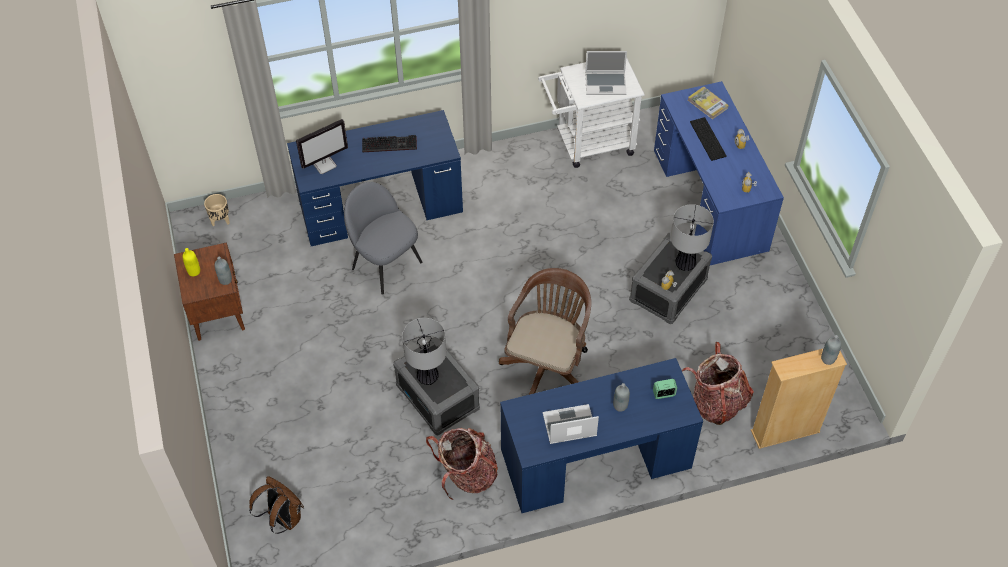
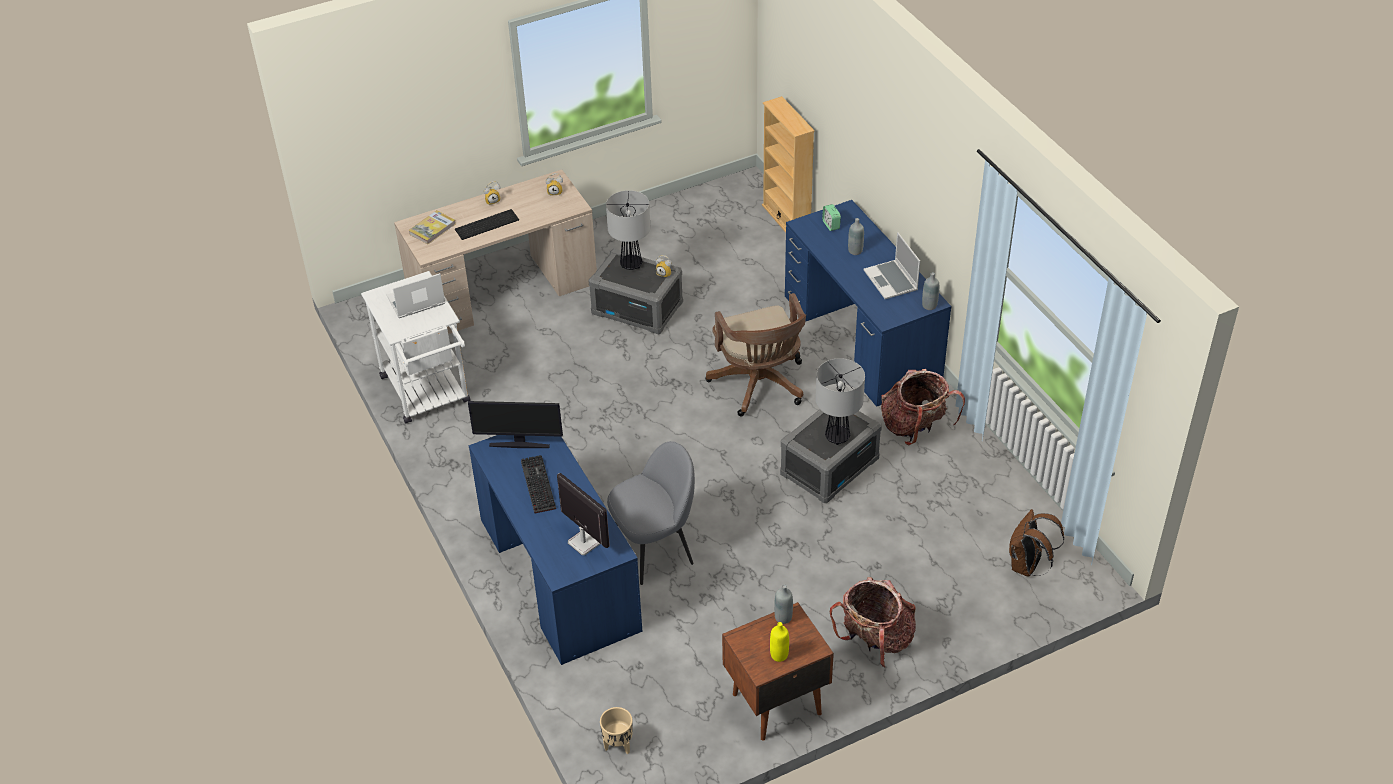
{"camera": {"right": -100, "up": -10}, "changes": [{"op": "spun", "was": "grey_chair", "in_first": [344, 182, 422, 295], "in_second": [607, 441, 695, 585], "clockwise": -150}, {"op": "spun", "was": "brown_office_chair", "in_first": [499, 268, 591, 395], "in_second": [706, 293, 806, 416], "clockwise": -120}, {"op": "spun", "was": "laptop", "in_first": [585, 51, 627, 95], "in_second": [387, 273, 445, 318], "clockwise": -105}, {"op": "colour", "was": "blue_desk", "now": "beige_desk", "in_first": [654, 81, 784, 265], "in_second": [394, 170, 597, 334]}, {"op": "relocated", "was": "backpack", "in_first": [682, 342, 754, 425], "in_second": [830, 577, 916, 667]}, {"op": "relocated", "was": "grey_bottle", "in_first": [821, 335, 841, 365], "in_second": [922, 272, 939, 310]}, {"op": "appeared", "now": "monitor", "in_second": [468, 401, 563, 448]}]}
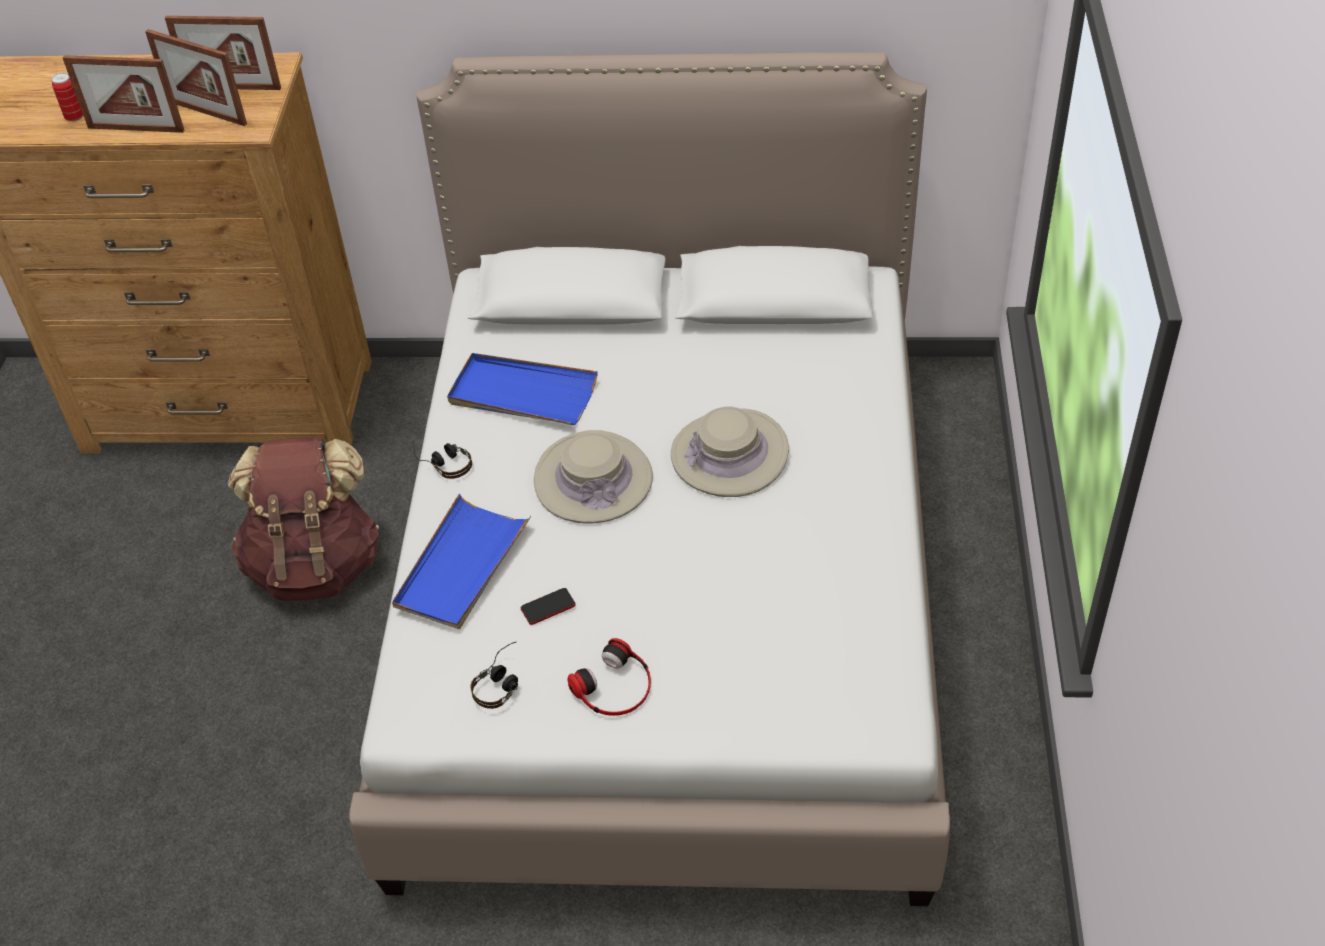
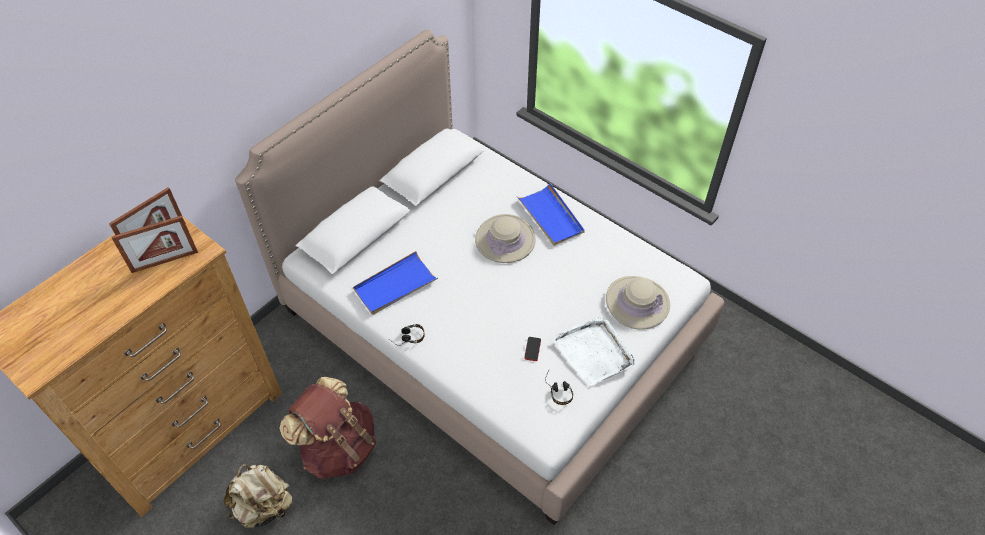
{"camera": {"right": -55, "up": 5}, "changes": [{"op": "missing", "was": "can", "in_first": [52, 73, 83, 122]}, {"op": "missing", "was": "picture_frame", "in_first": [63, 55, 184, 133]}, {"op": "relocated", "was": "blue_tray", "in_first": [392, 494, 531, 629], "in_second": [517, 183, 585, 246]}, {"op": "relocated", "was": "beige_hat", "in_first": [534, 430, 653, 523], "in_second": [606, 276, 670, 330]}, {"op": "exchanged", "was": "headphones", "now": "white_tray", "in_first": [567, 638, 651, 716], "in_second": [553, 317, 634, 386]}, {"op": "appeared", "now": "beige_backpack", "in_second": [224, 464, 293, 528]}]}
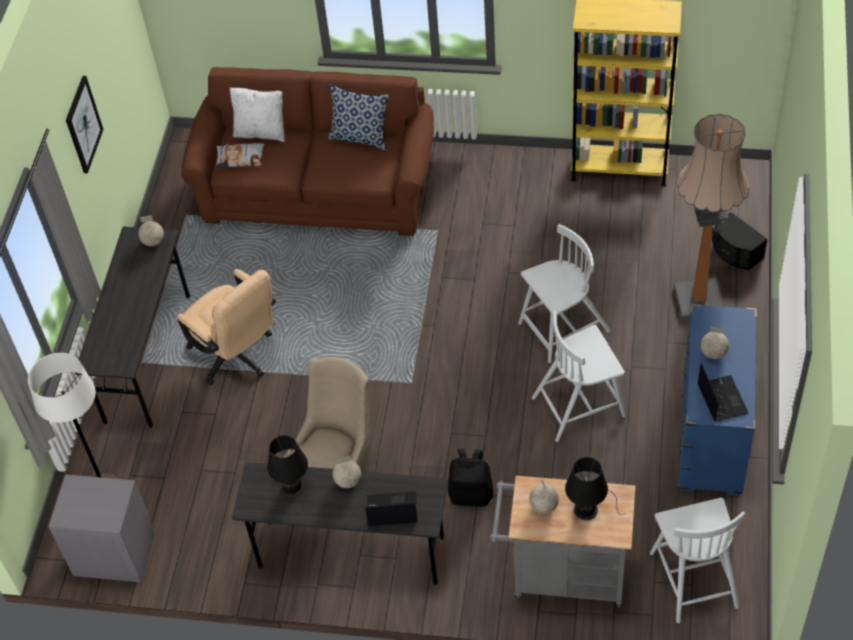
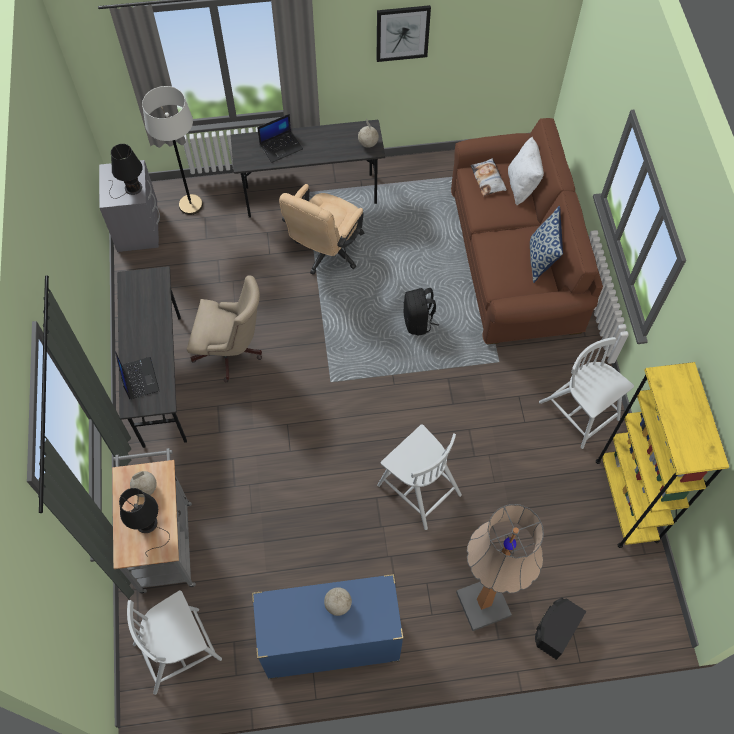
{"camera": {"right": 70, "up": 10}, "changes": [{"op": "relocated", "was": "black_table_lamp", "in_first": [267, 435, 308, 516], "in_second": [109, 144, 143, 199]}, {"op": "missing", "was": "globe", "in_first": [332, 456, 361, 488]}, {"op": "relocated", "was": "black_backpack", "in_first": [448, 449, 493, 507], "in_second": [403, 288, 439, 336]}, {"op": "relocated", "was": "white_chair", "in_first": [532, 311, 626, 442], "in_second": [539, 337, 634, 449]}, {"op": "relocated", "was": "laptop", "in_first": [697, 363, 749, 422], "in_second": [257, 114, 303, 163]}]}
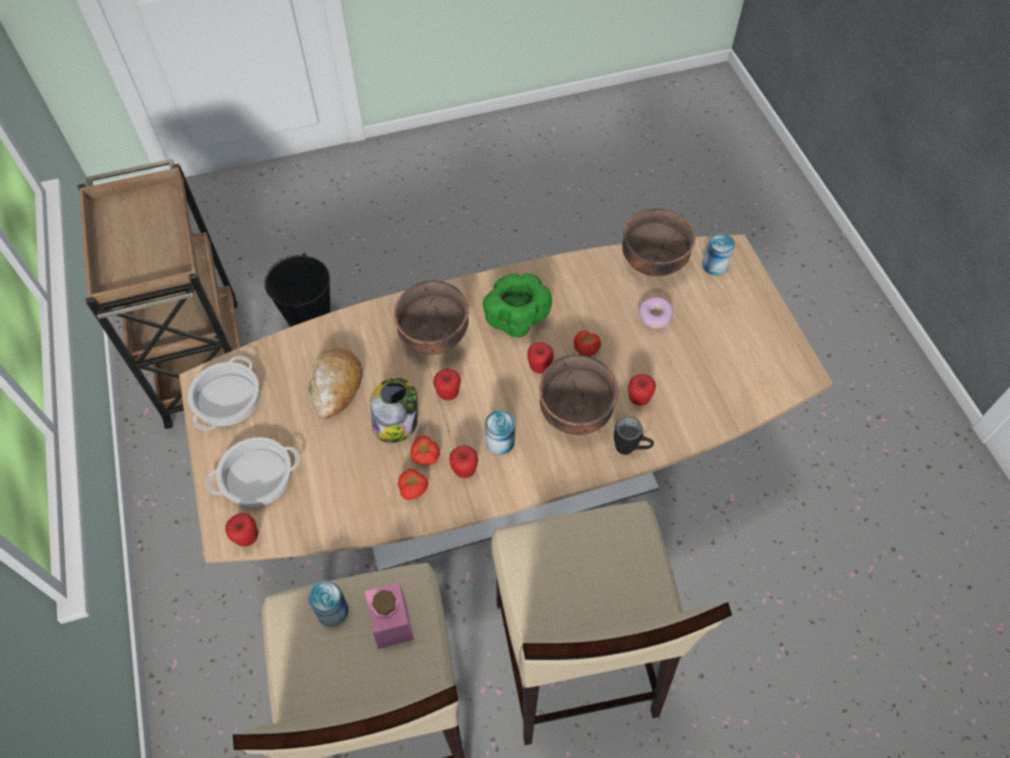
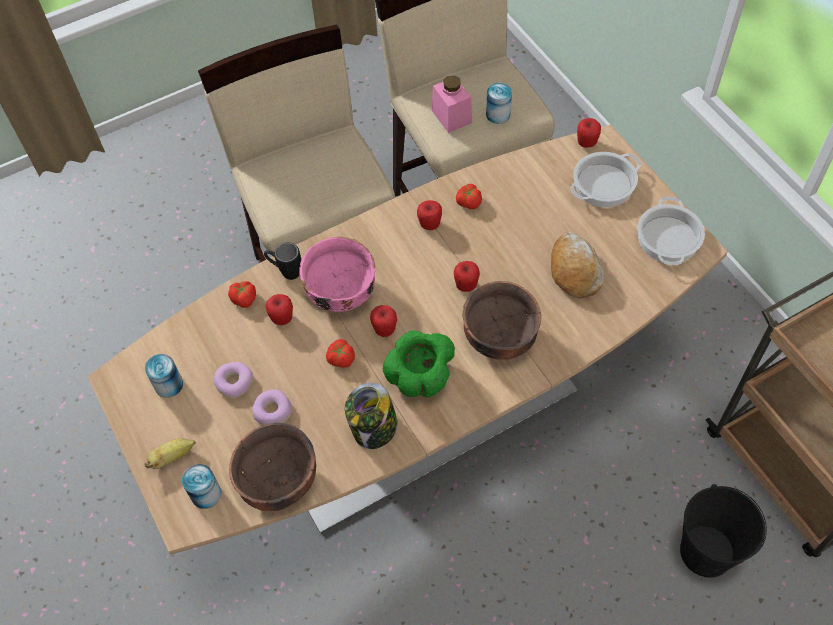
{"camera": {"right": 170, "up": 0}, "changes": [{"op": "relocated", "was": "jar", "in_first": [370, 378, 417, 443], "in_second": [345, 383, 398, 449]}, {"op": "relocated", "was": "tomato", "in_first": [410, 436, 440, 465], "in_second": [228, 281, 256, 308]}, {"op": "relocated", "was": "can", "in_first": [485, 410, 515, 455], "in_second": [145, 354, 183, 398]}, {"op": "colour", "was": "brown_bowl", "now": "pink_bowl", "in_first": [539, 355, 619, 435], "in_second": [299, 237, 375, 312]}, {"op": "appeared", "now": "banana", "in_second": [145, 438, 196, 469]}, {"op": "appeared", "now": "donut", "in_second": [214, 362, 253, 398]}]}
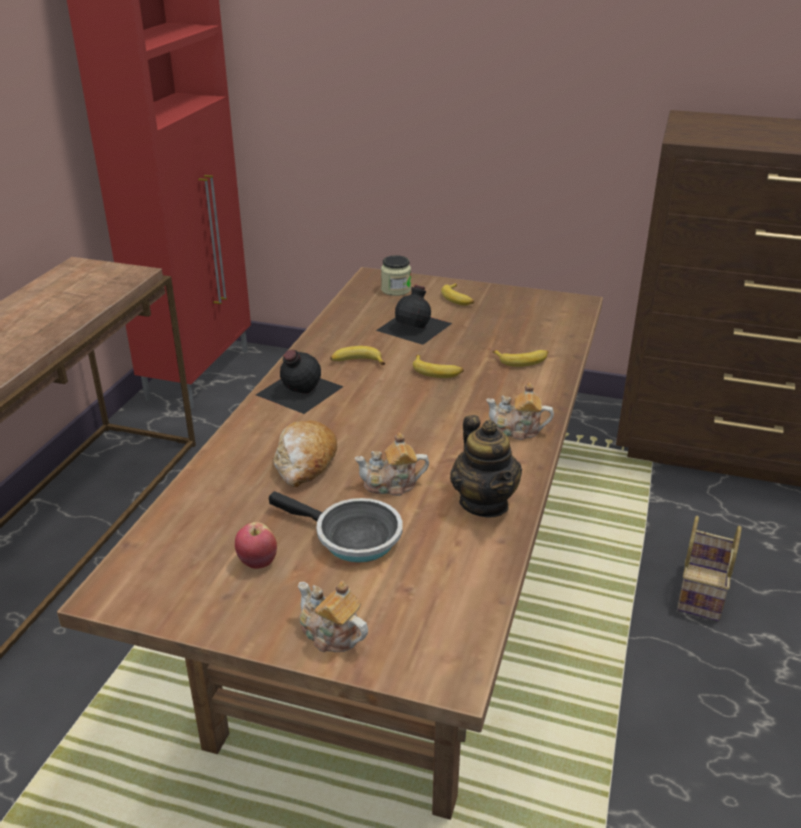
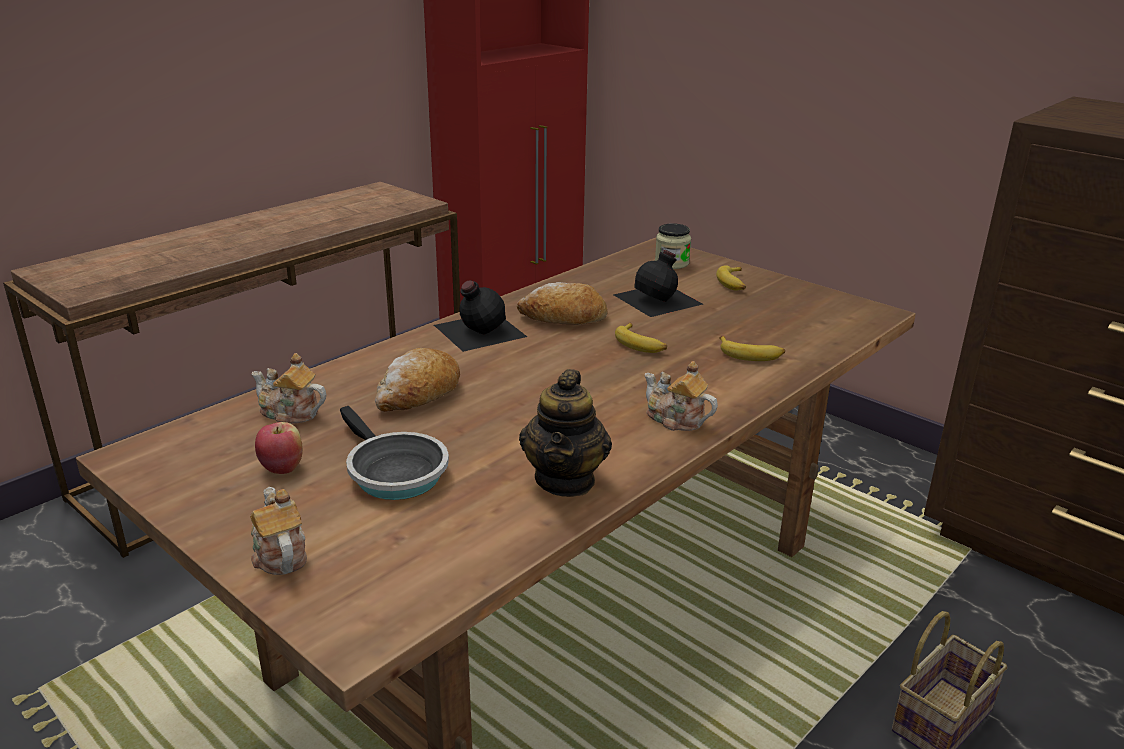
{"camera": {"right": 25, "up": -5}, "changes": [{"op": "exchanged", "was": "banana", "now": "bread", "in_first": [330, 346, 385, 365], "in_second": [517, 282, 607, 325]}, {"op": "relocated", "was": "teapot", "in_first": [354, 432, 429, 496], "in_second": [251, 353, 326, 424]}]}
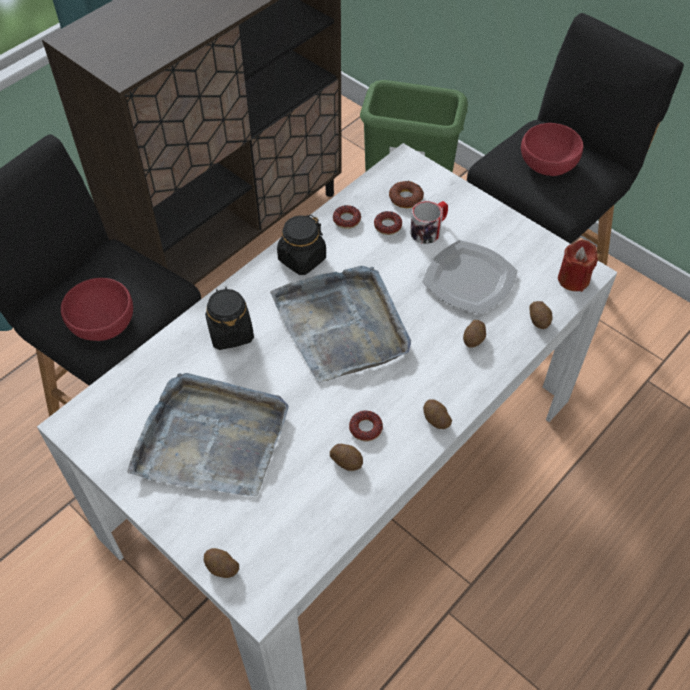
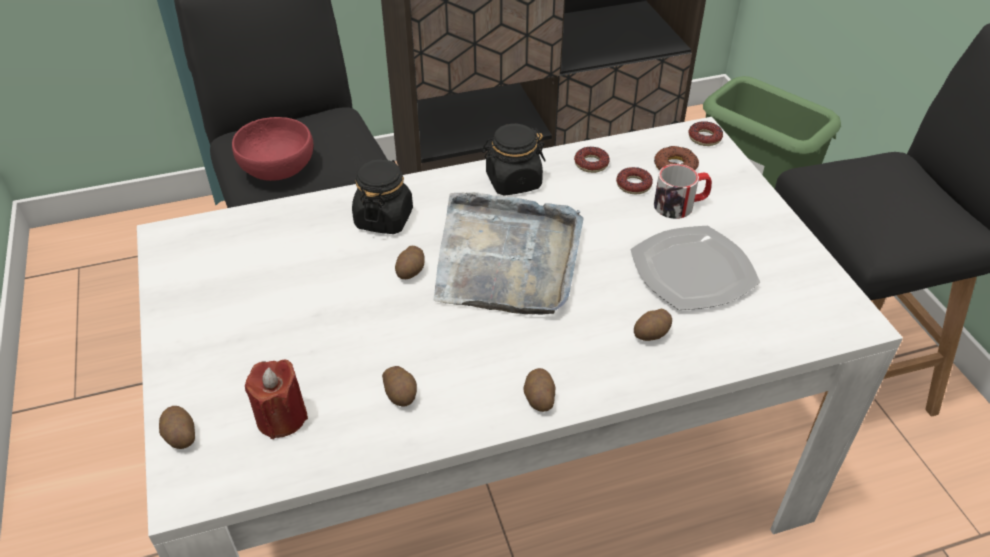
{"camera": {"right": 30, "up": -10}, "changes": [{"op": "missing", "was": "grey_tray", "in_first": [127, 373, 289, 496]}, {"op": "relocated", "was": "donut", "in_first": [349, 410, 383, 441], "in_second": [688, 121, 723, 146]}, {"op": "missing", "was": "red_bowl", "in_first": [521, 123, 583, 176]}, {"op": "relocated", "was": "potato", "in_first": [530, 301, 552, 329], "in_second": [395, 246, 425, 279]}, {"op": "relocated", "was": "red_candle", "in_first": [558, 240, 598, 292], "in_second": [245, 359, 308, 439]}]}
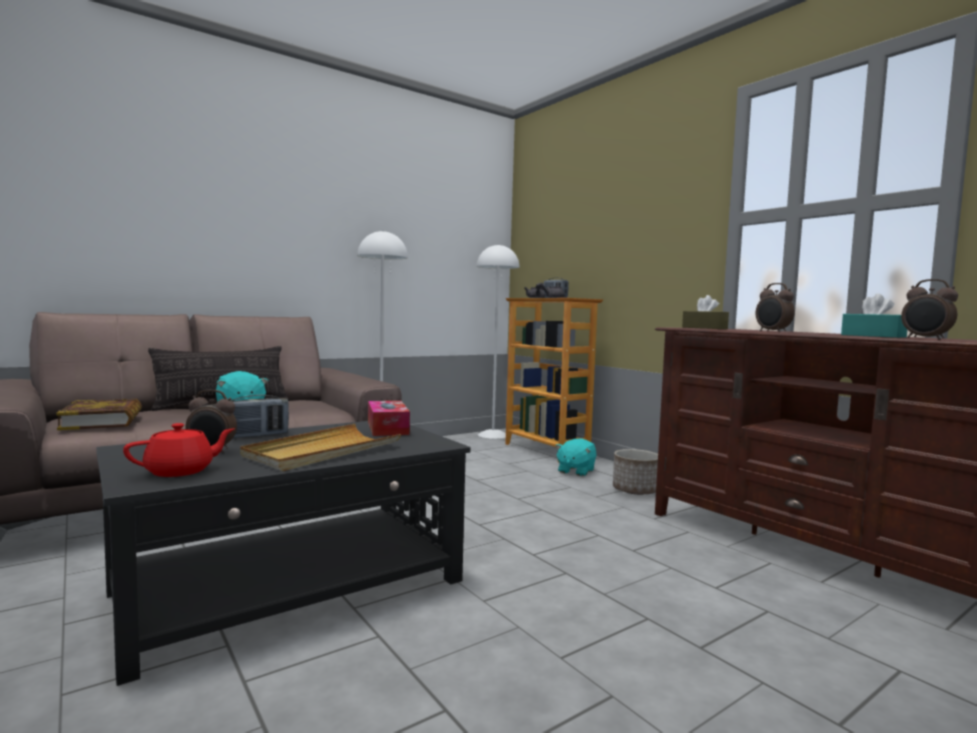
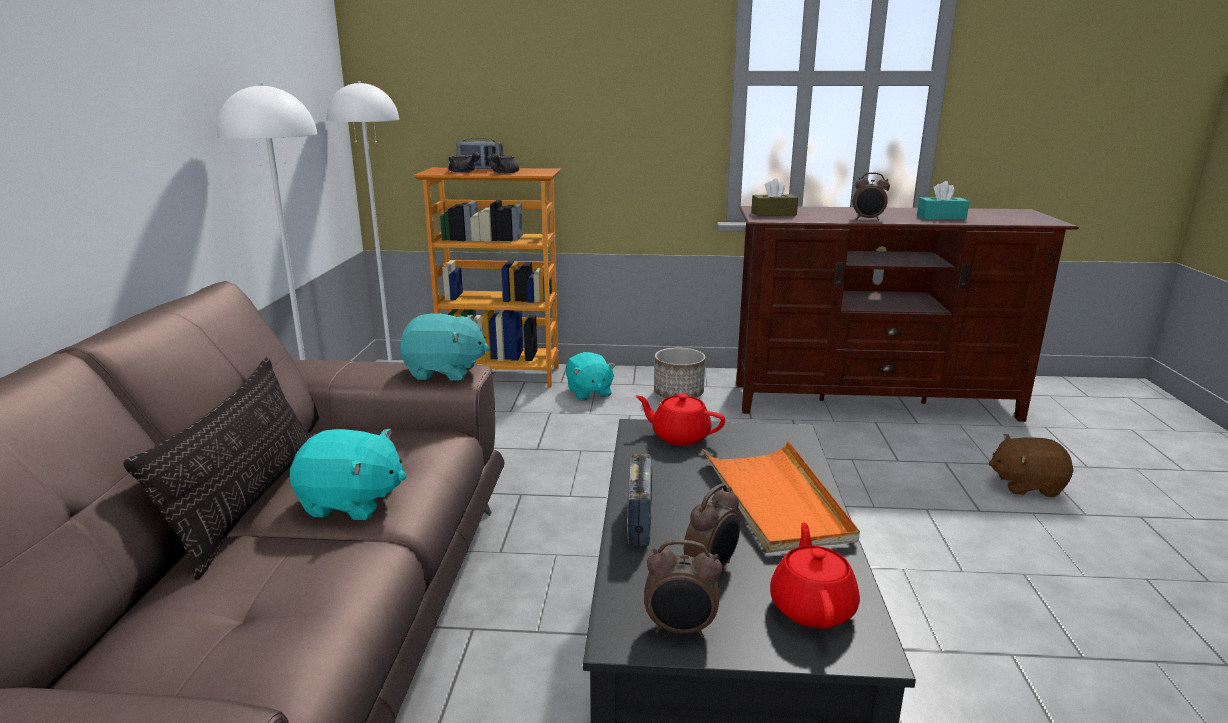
{"camera": {"right": -50, "up": 15}, "changes": [{"op": "missing", "was": "book", "in_first": [56, 399, 142, 430]}, {"op": "colour", "was": "beige_tray", "now": "orange_tray", "in_first": [240, 424, 401, 471], "in_second": [703, 441, 860, 553]}, {"op": "exchanged", "was": "tissue_box", "now": "red_teapot", "in_first": [368, 401, 410, 436], "in_second": [635, 393, 725, 446]}, {"op": "relocated", "was": "alarm_clock", "in_first": [901, 279, 958, 340], "in_second": [644, 540, 722, 638]}, {"op": "appeared", "now": "turquoise_plush_toy", "in_second": [400, 313, 490, 380]}, {"op": "appeared", "now": "brown_plush_toy", "in_second": [989, 434, 1073, 497]}]}
